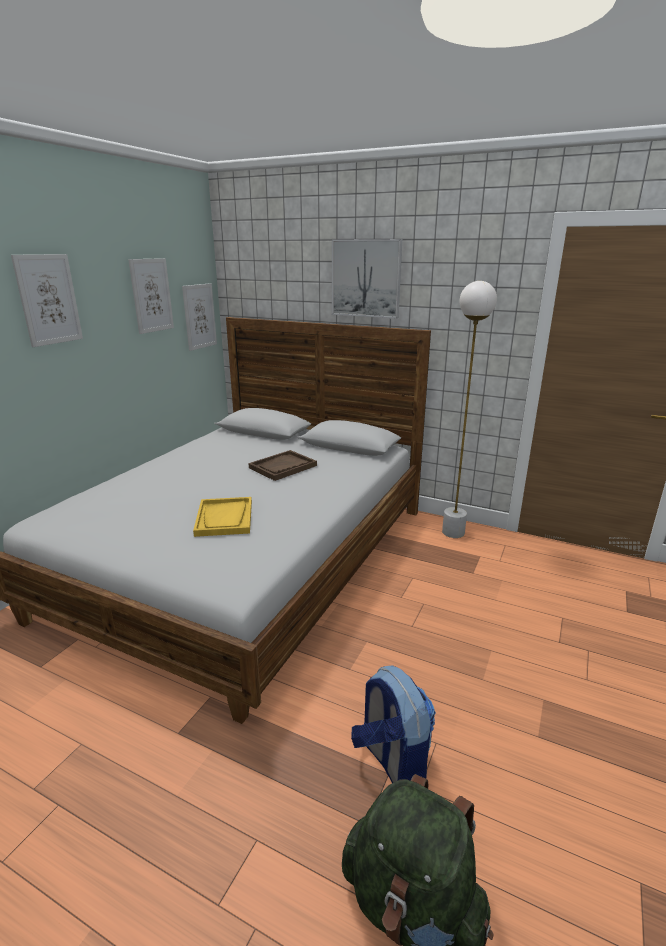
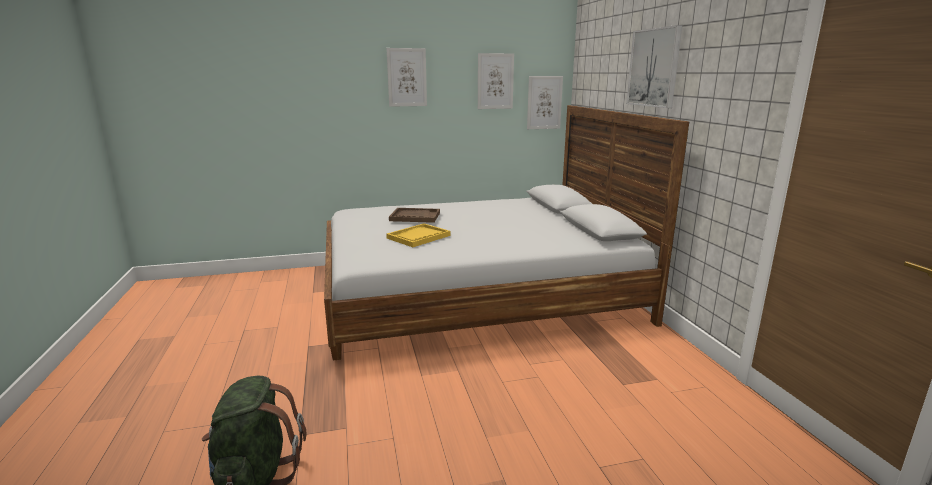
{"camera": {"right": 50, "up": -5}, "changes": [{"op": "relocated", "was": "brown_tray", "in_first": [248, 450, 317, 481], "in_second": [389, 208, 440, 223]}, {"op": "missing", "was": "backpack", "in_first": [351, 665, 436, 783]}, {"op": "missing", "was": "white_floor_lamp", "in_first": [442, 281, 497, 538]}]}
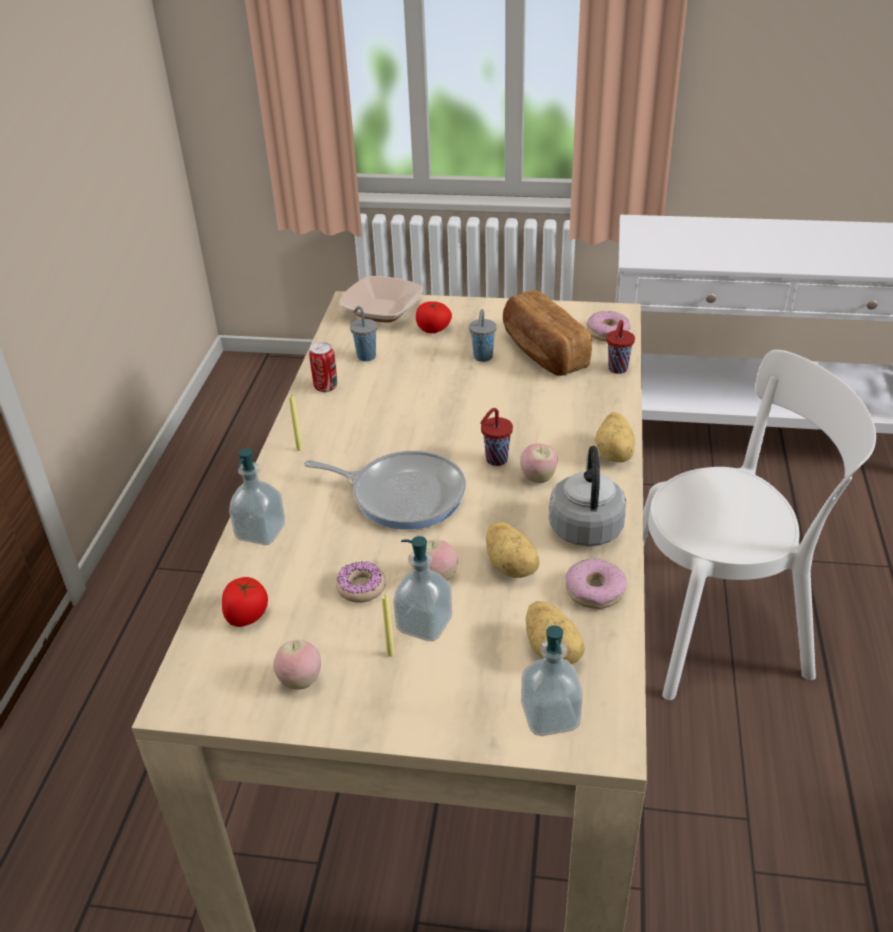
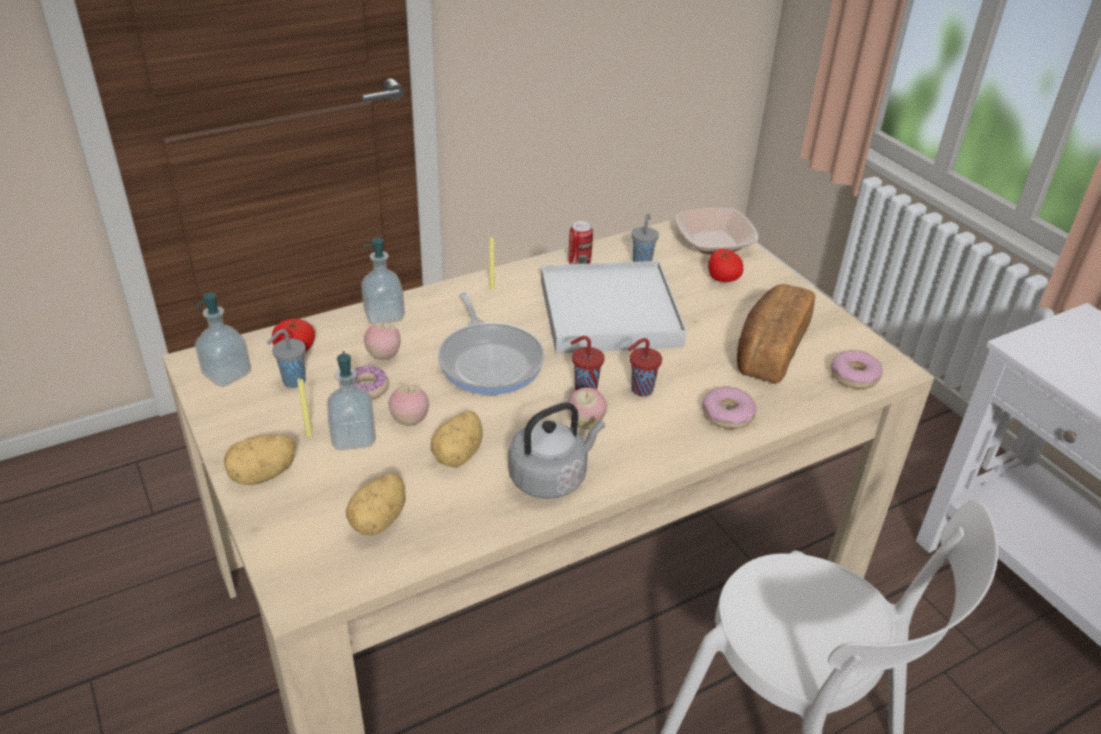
{"camera": {"right": 50, "up": 0}, "changes": [{"op": "relocated", "was": "apple", "in_first": [273, 640, 321, 690], "in_second": [364, 321, 401, 360]}, {"op": "relocated", "was": "grey_cup", "in_first": [469, 309, 497, 362], "in_second": [267, 329, 306, 388]}, {"op": "relocated", "was": "soap_dispenser", "in_first": [521, 625, 583, 736], "in_second": [195, 292, 251, 387]}, {"op": "relocated", "was": "donut", "in_first": [565, 558, 626, 609], "in_second": [702, 386, 757, 429]}, {"op": "relocated", "was": "potato", "in_first": [595, 412, 635, 462], "in_second": [224, 435, 296, 485]}, {"op": "relocated", "was": "red_cup", "in_first": [606, 320, 635, 374], "in_second": [628, 338, 662, 397]}, {"op": "appeared", "now": "white_tray", "in_second": [541, 261, 687, 354]}]}
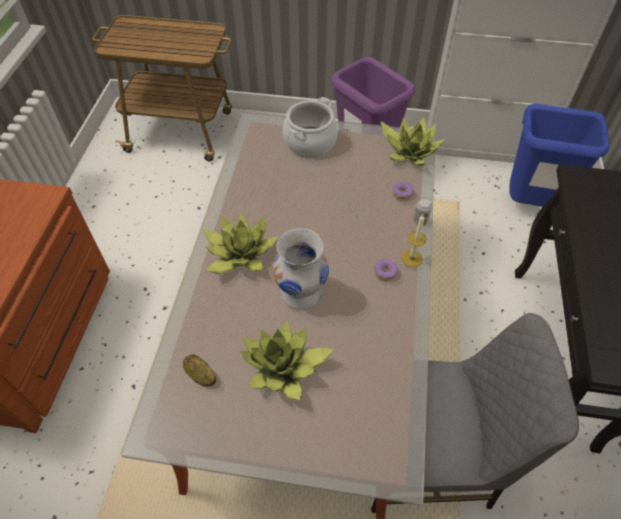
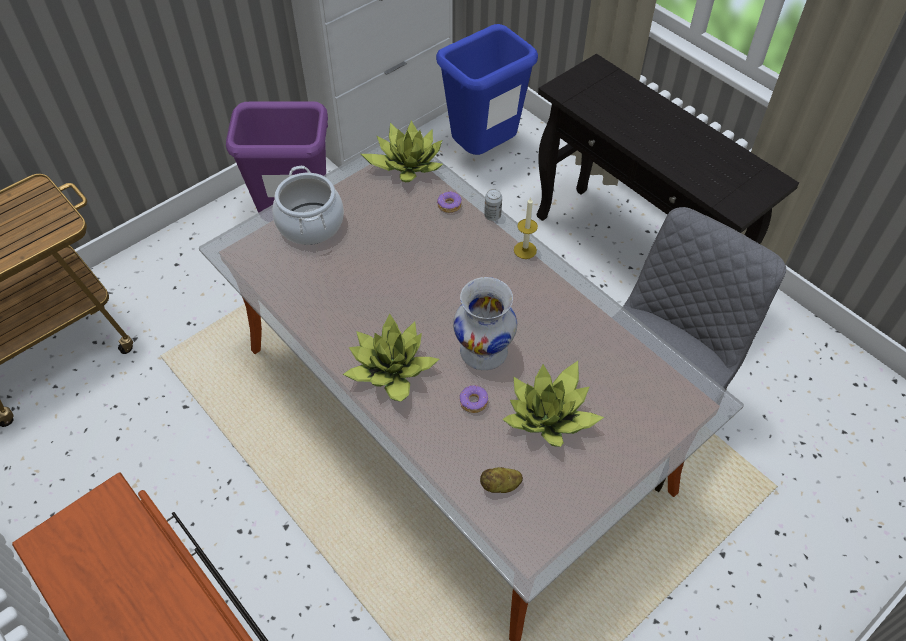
{"camera": {"right": -50, "up": 0}, "changes": [{"op": "relocated", "was": "donut", "in_first": [374, 260, 398, 281], "in_second": [460, 385, 488, 413]}]}
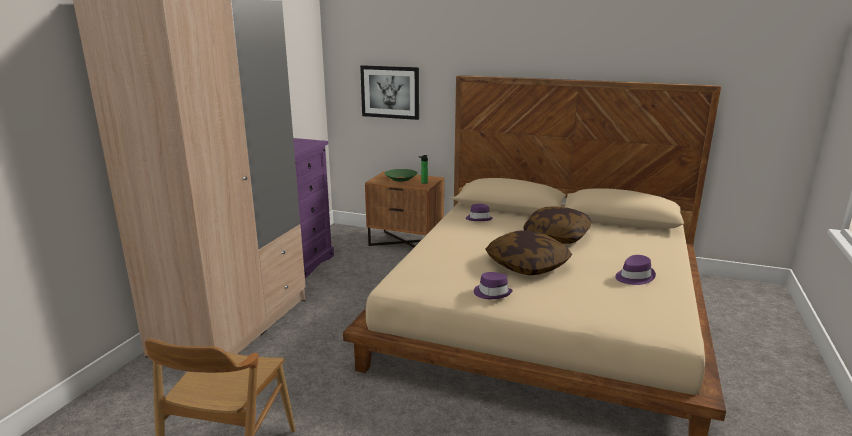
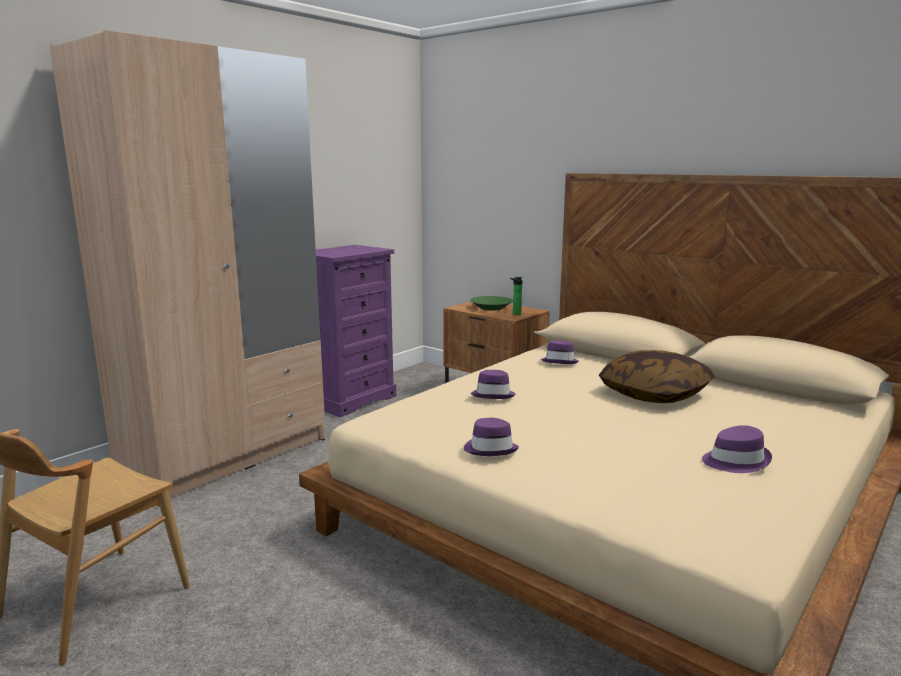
{"camera": {"right": 20, "up": -5}, "changes": [{"op": "missing", "was": "picture", "in_first": [360, 65, 419, 120]}, {"op": "missing", "was": "pillow", "in_first": [485, 230, 572, 276]}, {"op": "appeared", "now": "purple_hat", "in_second": [471, 370, 516, 399]}]}
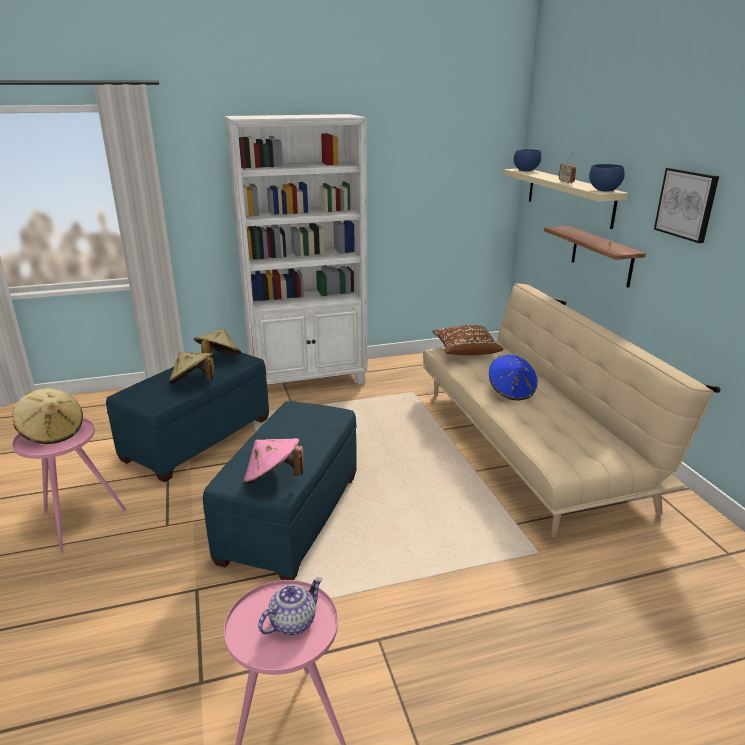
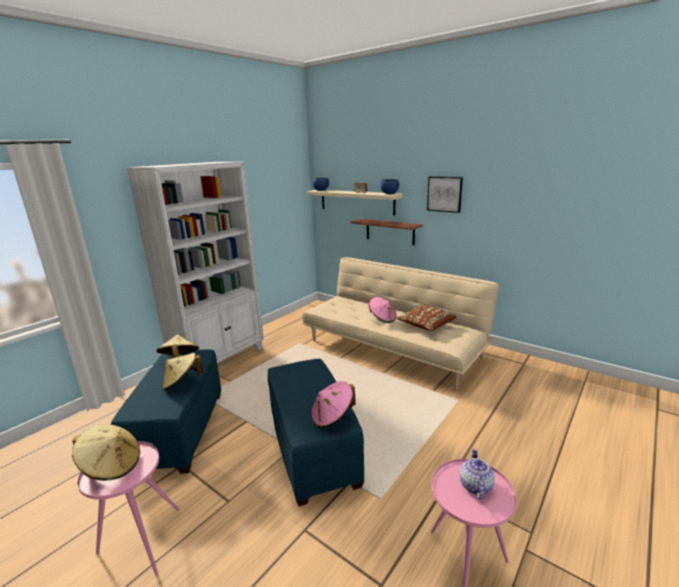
{"camera": {"right": -35, "up": -5}, "changes": [{"op": "relocated", "was": "brown_pillow", "in_first": [432, 325, 503, 355], "in_second": [397, 305, 456, 331]}, {"op": "colour", "was": "blue_hat", "now": "pink_hat", "in_first": [489, 355, 538, 400], "in_second": [369, 297, 397, 323]}]}
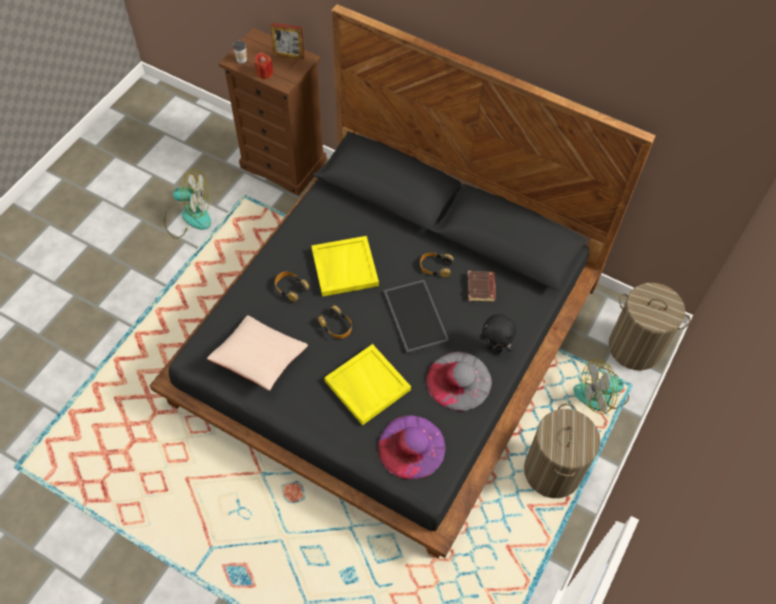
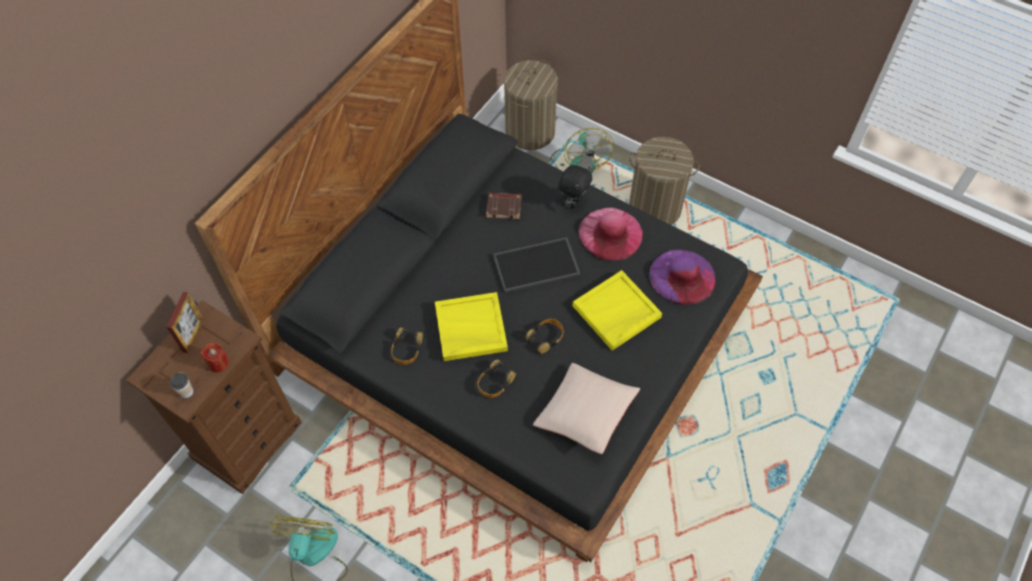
{"camera": {"right": -85, "up": 0}, "changes": [{"op": "relocated", "was": "headphones", "in_first": [420, 253, 454, 278], "in_second": [391, 327, 423, 365]}, {"op": "colour", "was": "grey_hat", "now": "pink_hat", "in_first": [426, 352, 492, 411], "in_second": [578, 208, 643, 261]}]}
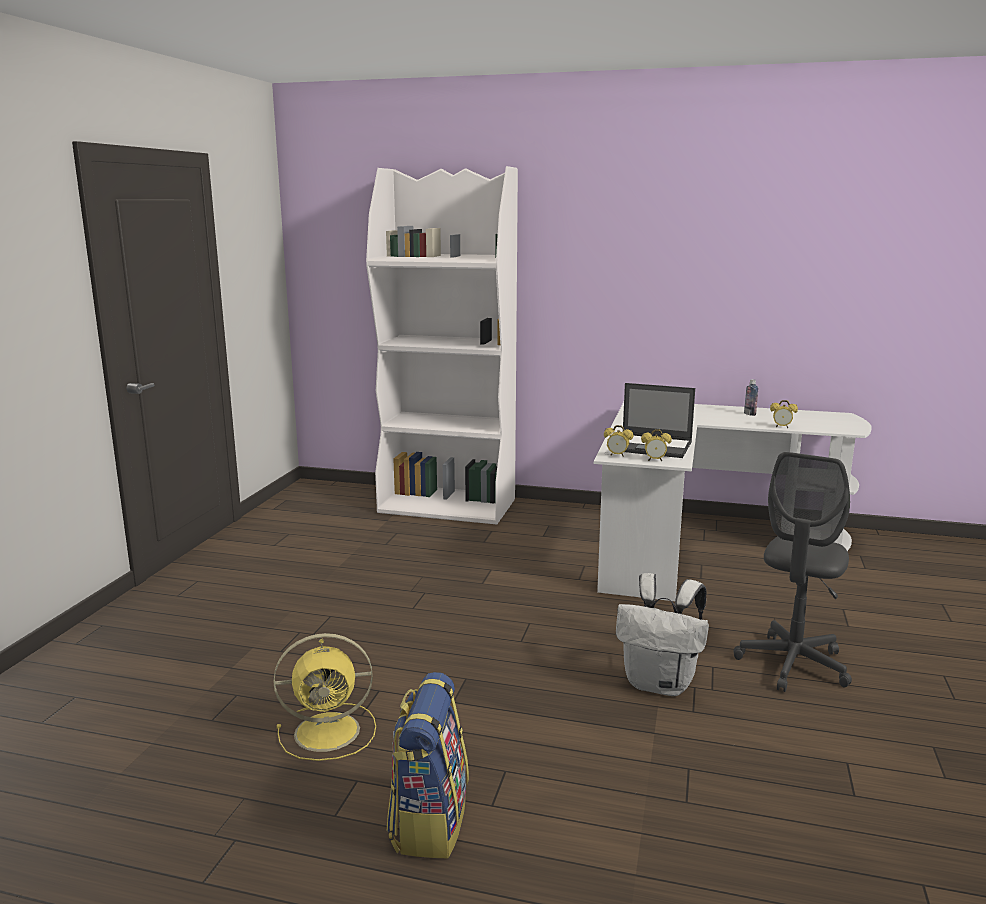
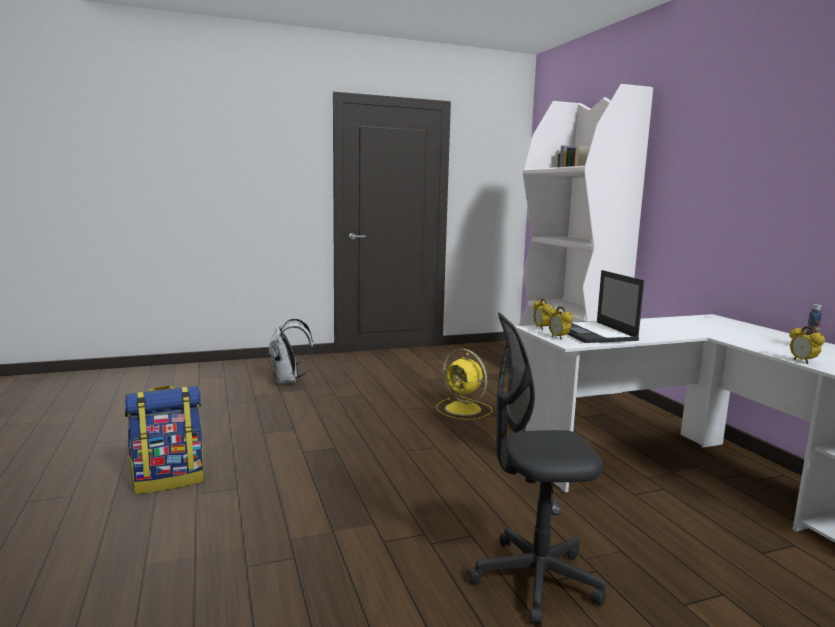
{"camera": {"right": 55, "up": -5}, "changes": [{"op": "relocated", "was": "yellow_fan", "in_first": [273, 633, 376, 761], "in_second": [436, 349, 492, 420]}, {"op": "relocated", "was": "white_backpack", "in_first": [616, 573, 709, 696], "in_second": [269, 318, 315, 384]}]}
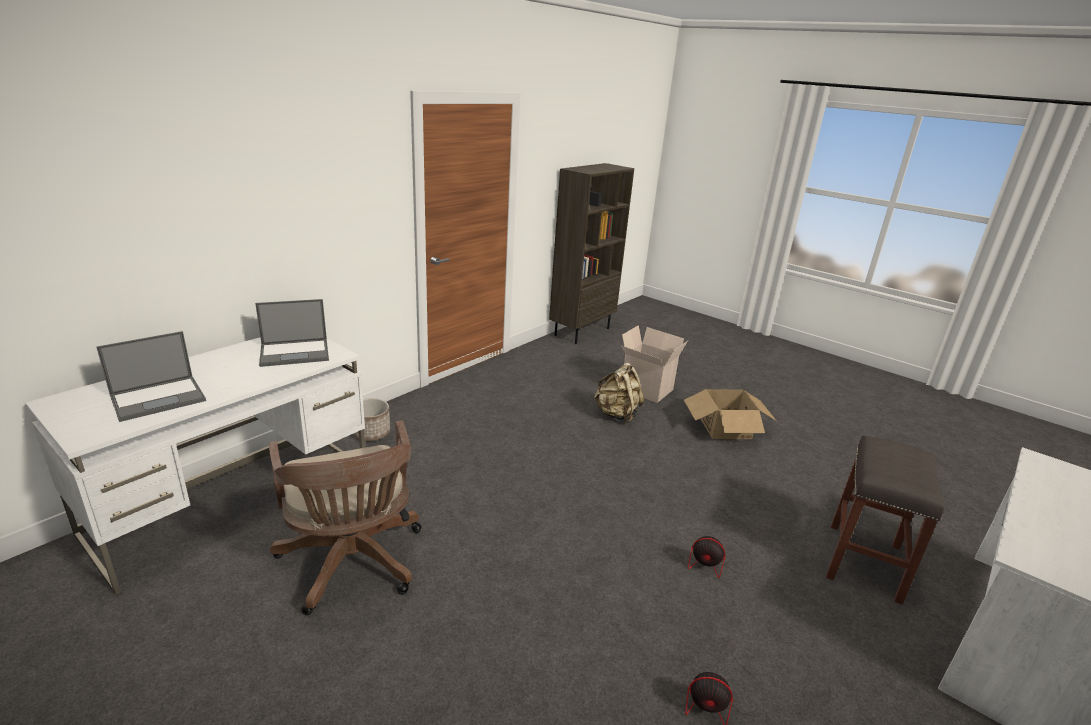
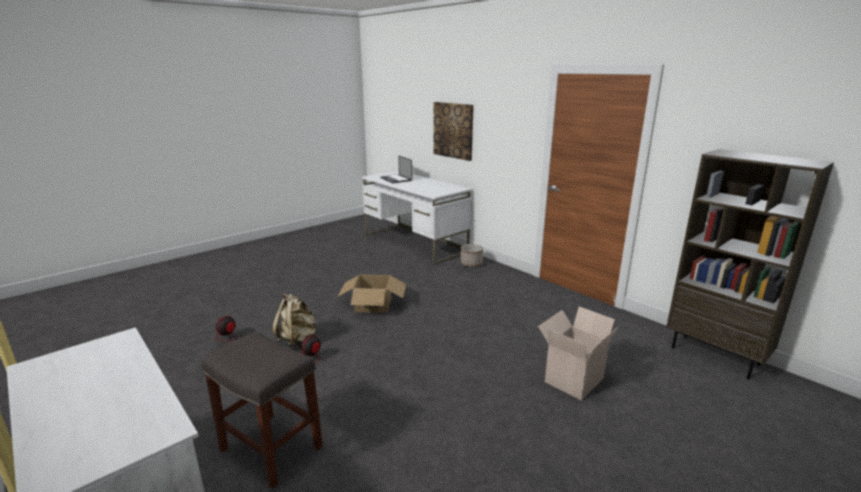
{"camera": {"right": 100, "up": -5}, "changes": [{"op": "missing", "was": "laptop", "in_first": [255, 299, 329, 367]}, {"op": "missing", "was": "brown_office_chair", "in_first": [269, 420, 421, 615]}, {"op": "relocated", "was": "beige_backpack", "in_first": [593, 363, 644, 424], "in_second": [272, 293, 316, 348]}, {"op": "relocated", "was": "cardboard_box", "in_first": [684, 389, 776, 439], "in_second": [338, 274, 406, 313]}, {"op": "appeared", "now": "picture", "in_second": [433, 102, 474, 161]}]}
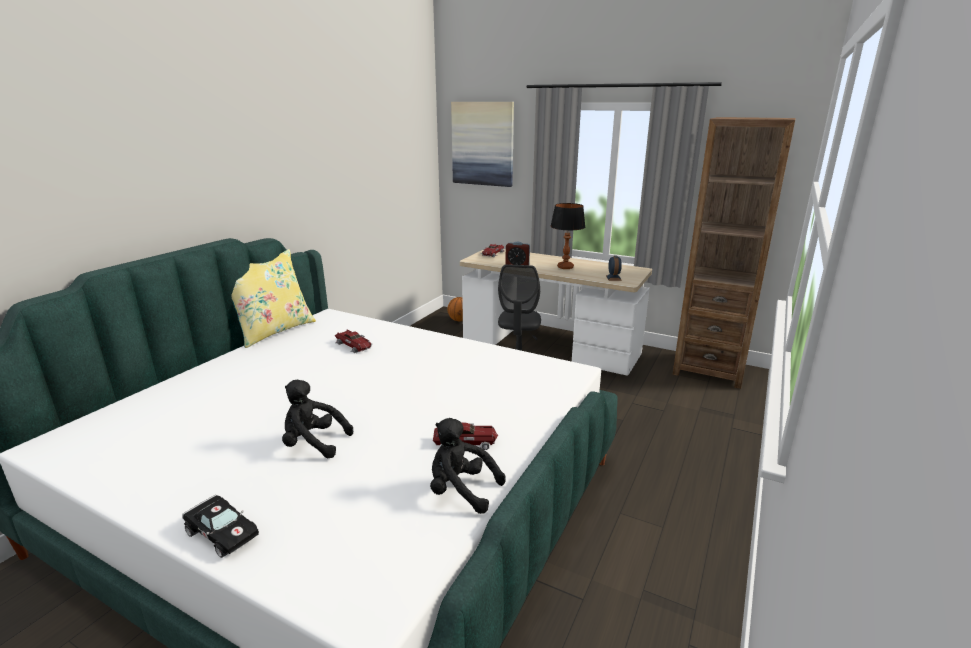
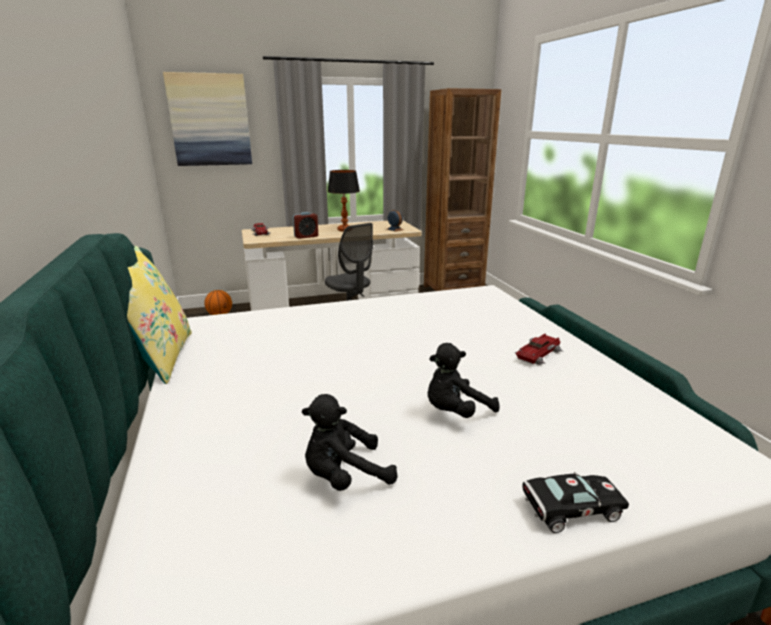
{"camera": {"right": -45, "up": 0}, "changes": [{"op": "missing", "was": "toy_car", "in_first": [335, 329, 372, 353]}, {"op": "relocated", "was": "black_plush_toy", "in_first": [430, 418, 505, 514], "in_second": [302, 394, 398, 491]}]}
